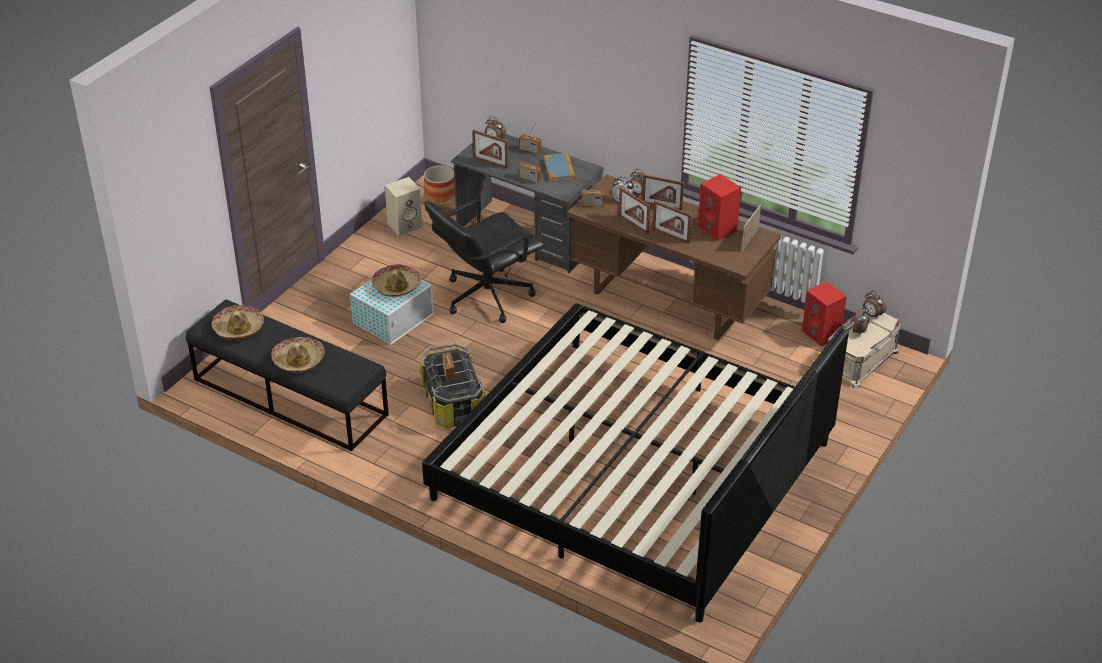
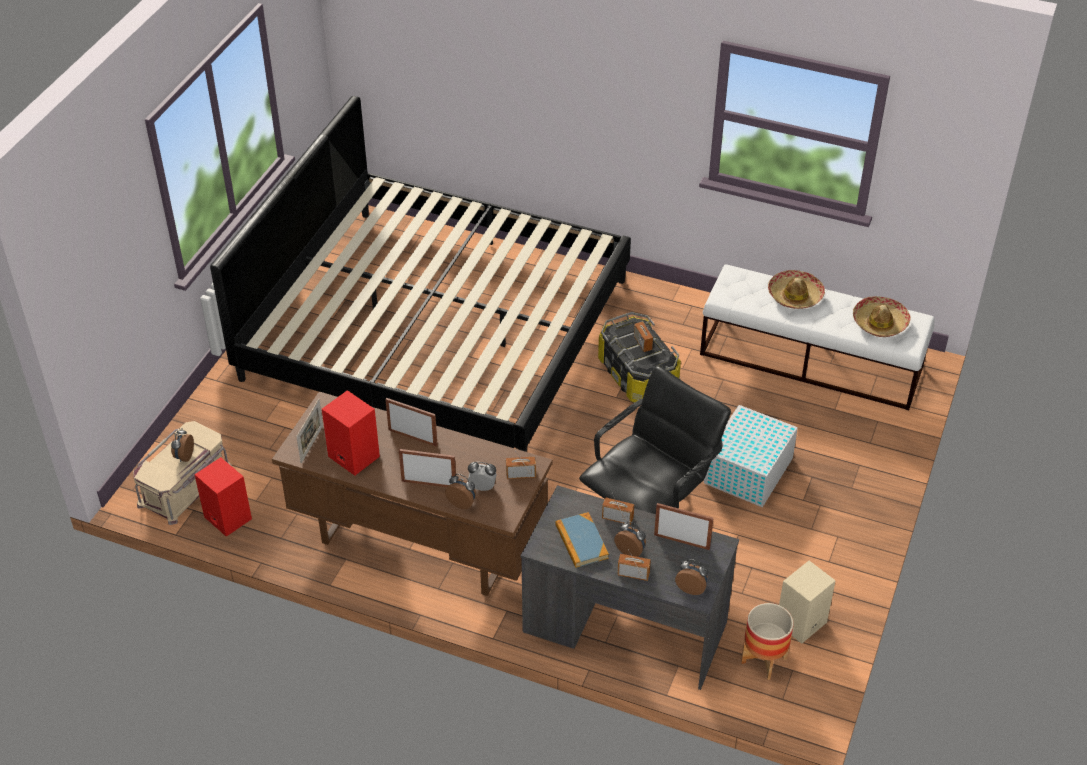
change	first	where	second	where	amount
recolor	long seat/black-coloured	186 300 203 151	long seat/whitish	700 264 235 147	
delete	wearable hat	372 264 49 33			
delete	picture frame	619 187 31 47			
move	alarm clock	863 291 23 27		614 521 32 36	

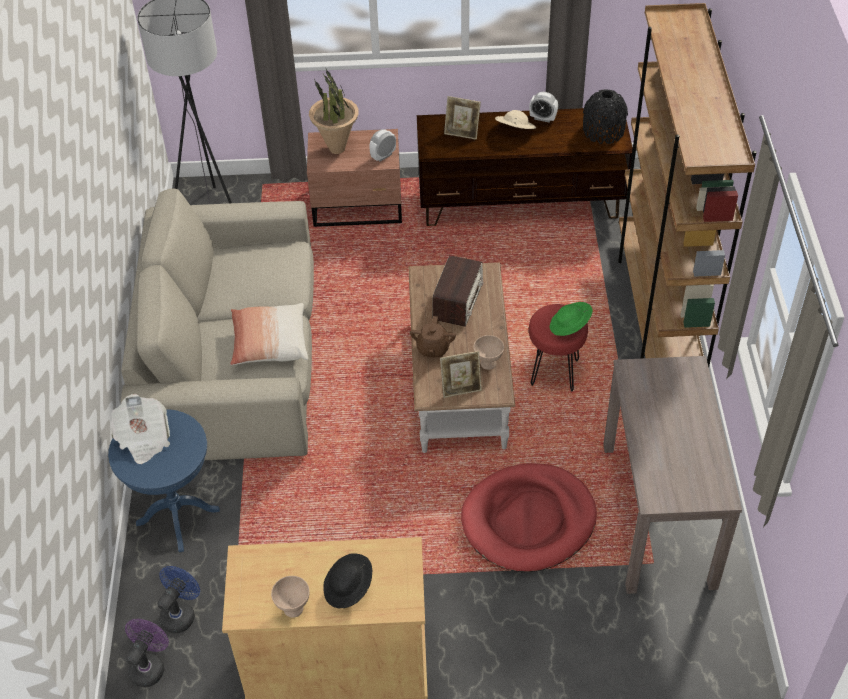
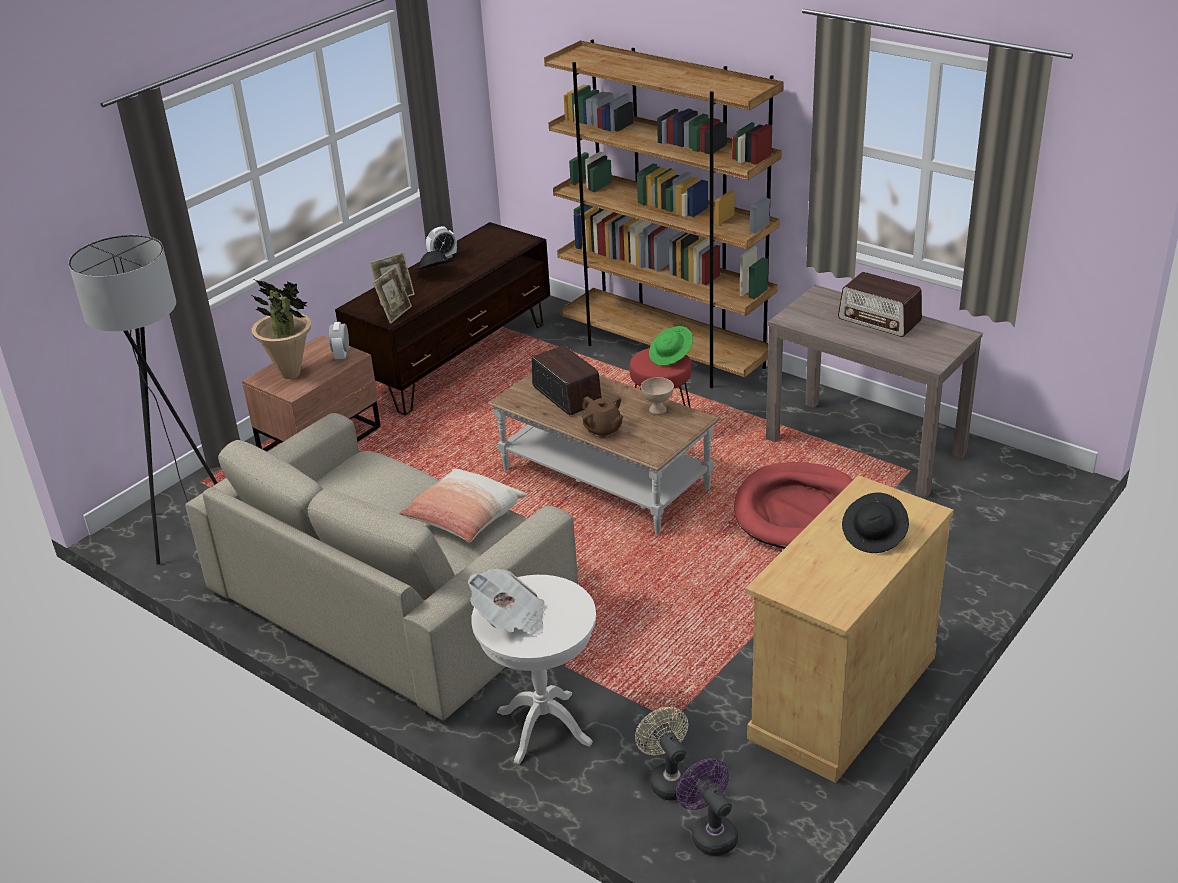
change	first	where	second	where	amount
recolor	accent table/bluish	108 409 112 143	accent table/whitish	471 575 125 190	
recolor	cooling fan/bluish	157 566 43 67	cooling fan/beige-coloured	635 707 57 94	
delete	deep dish/beige-coloured	271 576 39 42			
move	picture frame	440 351 42 47		373 266 39 58	
recolor	wearable hat/beige-coloured	495 110 41 19	wearable hat/black-coloured	412 251 44 19	
delete	flower vase/black-coloured	583 90 45 54			
insert			radio receiver	838 272 84 65	

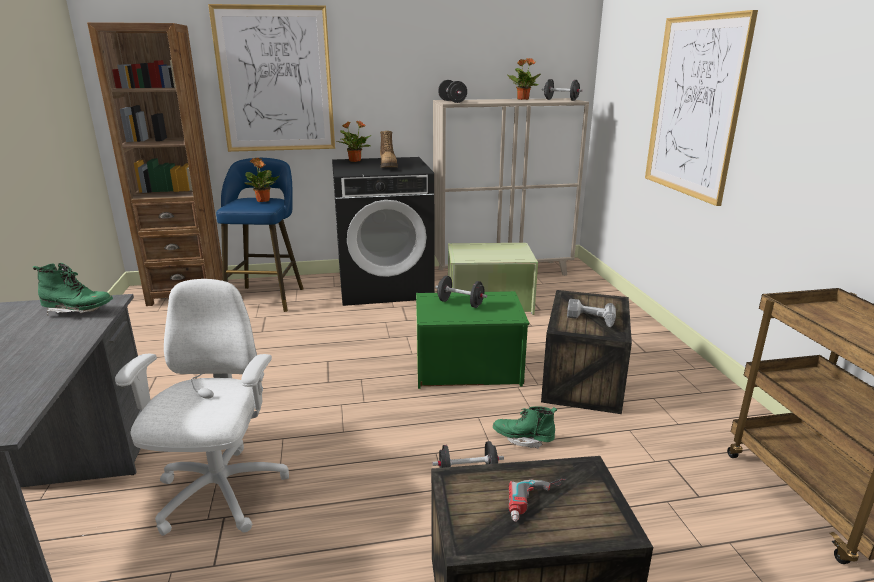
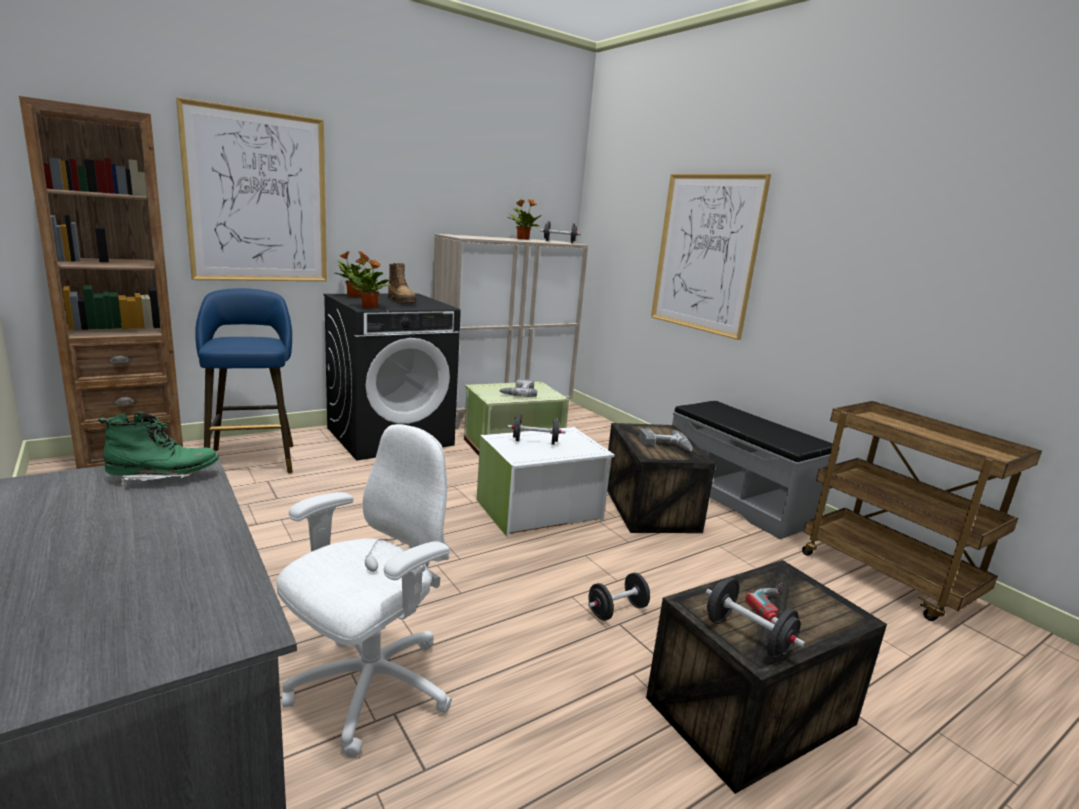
change	first	where	second	where	amount
rotate	computer chair/whitish	115 279 174 257		276 424 176 334	60 degrees clockwise
move	potted plant	244 158 35 44		348 257 42 51	
recolor	storage box/greenish	416 291 113 98	storage box/whitish	477 427 138 110	
move	free weight/black-coloured	438 80 29 23		706 577 99 82	
delete	tall boot/greenish	493 406 64 43			
insert			drill	499 379 38 18	
insert			long seat/gray	672 401 168 138	

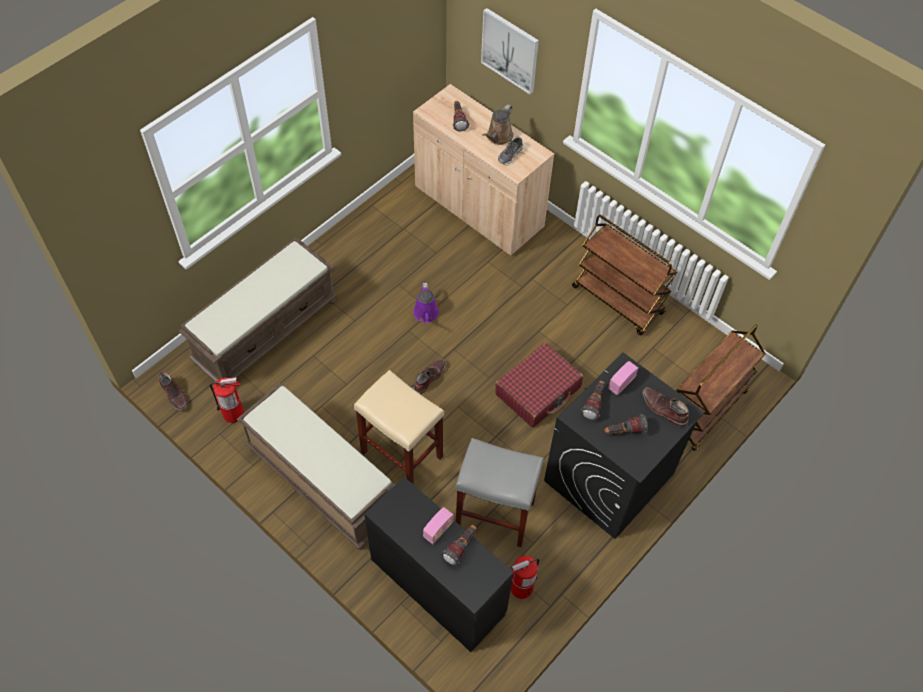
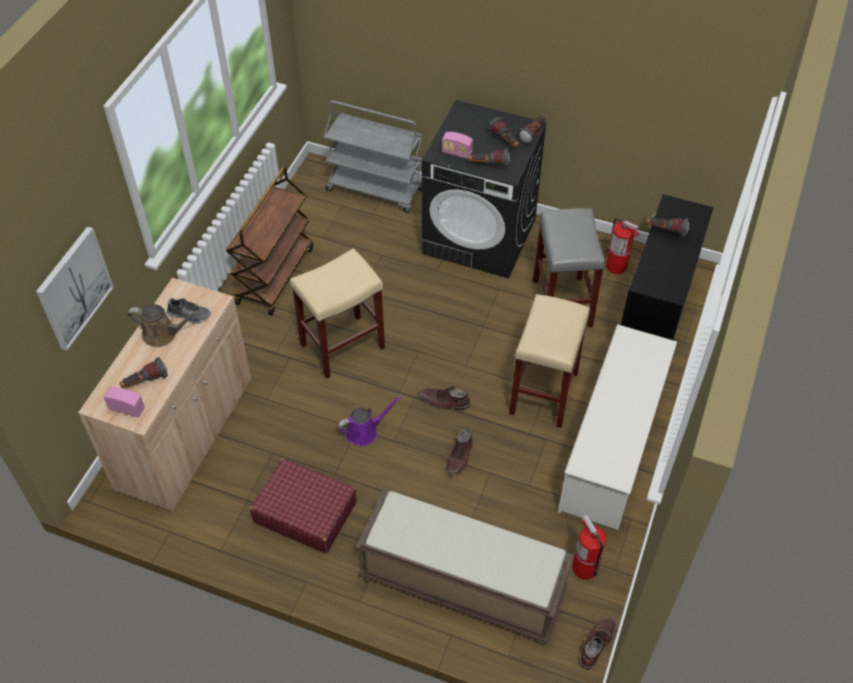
change	first	where	second	where	amount
replace	long seat/brown-coloured	237 383 158 167	shoe rack/whitish	558 324 119 206	
move	radio receiver	423 507 31 37		104 387 41 31	
move	suitcase/red-coloured	495 343 88 84		250 458 106 95	
move	tall boot/brown-coloured	642 387 47 40		445 427 28 49	
recolor	cart/brown-coloured	676 324 90 127	cart/gray	324 100 99 113	
insert			sitting stool/beige-coloured	290 248 95 131	
insert			hand torch	518 114 28 30	

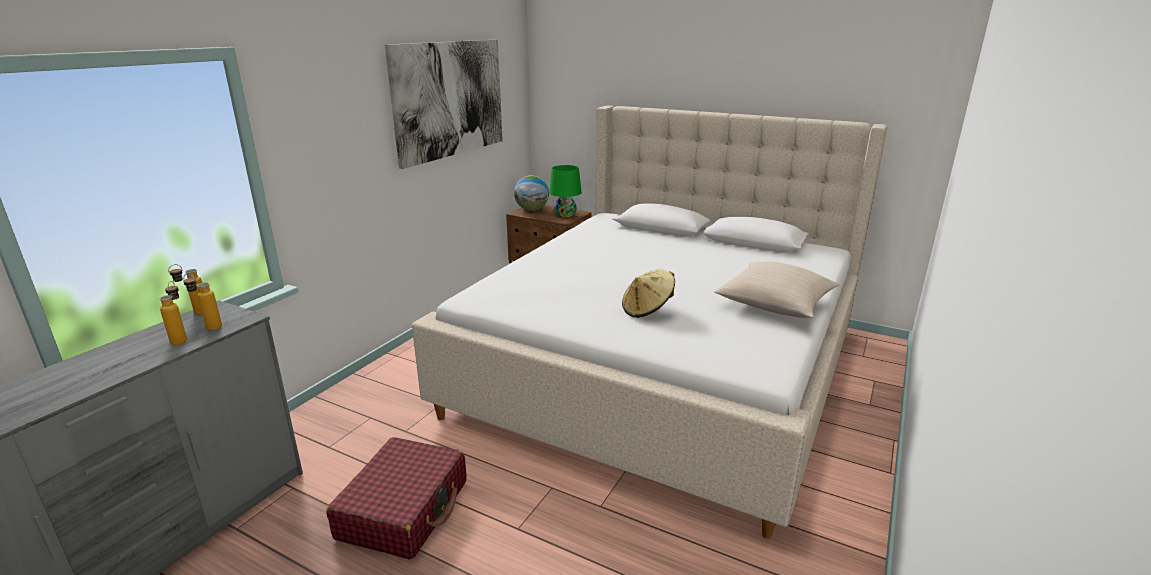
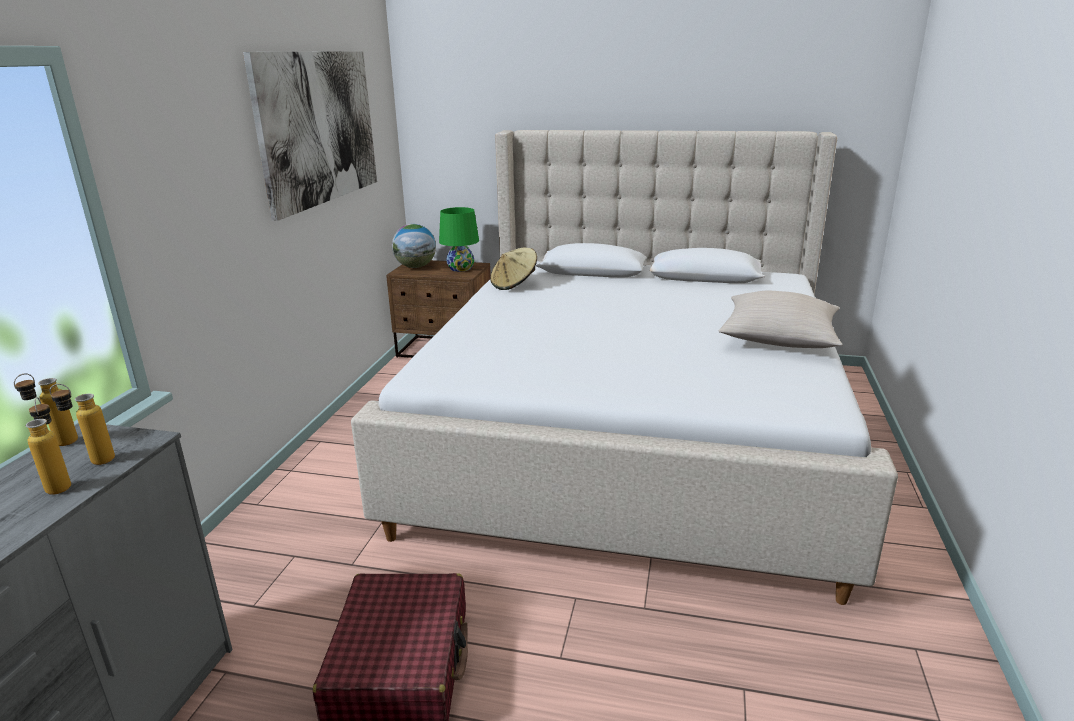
change	first	where	second	where	amount
move	wearable hat/beige-coloured	622 270 53 48		490 248 47 42	

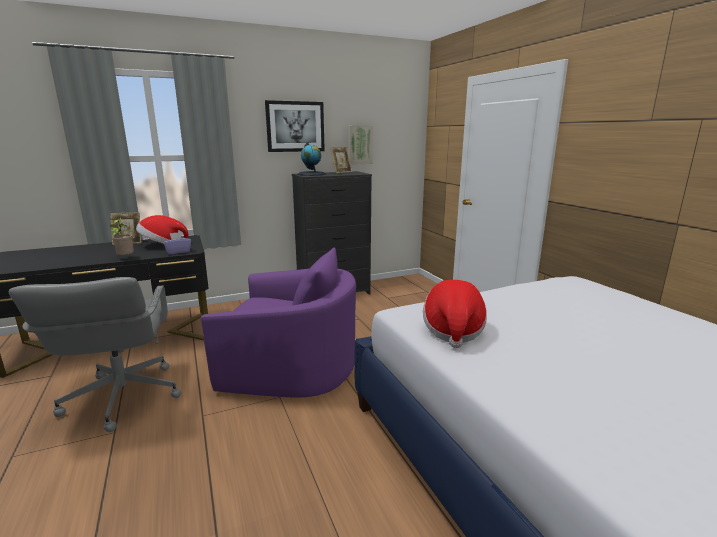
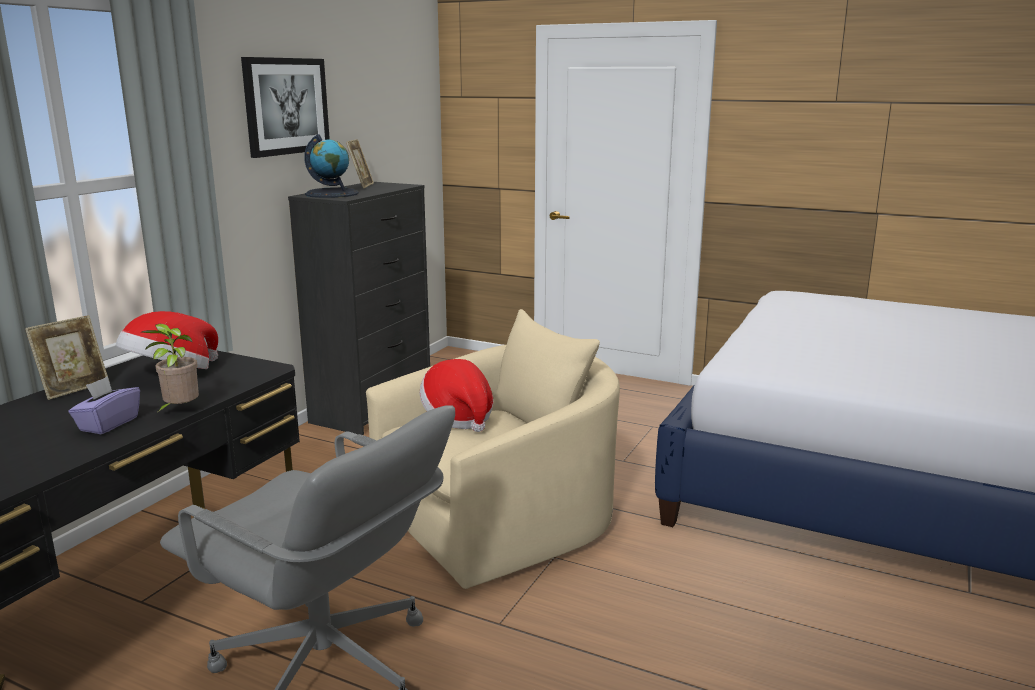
change	first	where	second	where	amount
move	tissue box/purple-coloured	163 232 28 22		68 376 72 58	
recolor	easy chair/purple-coloured	200 248 156 150	easy chair/beige-coloured	366 309 254 280	
delete	wall picture	348 125 25 40			
move	wearable hat	423 280 64 68		420 359 73 73	

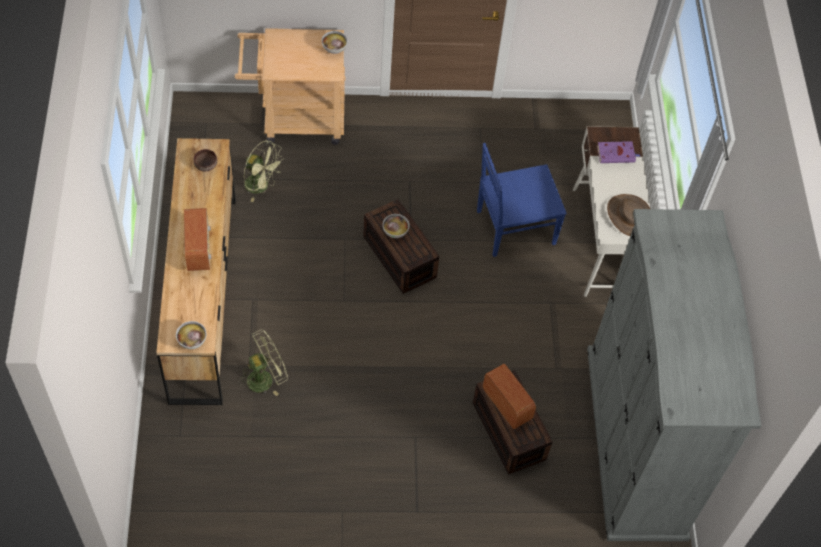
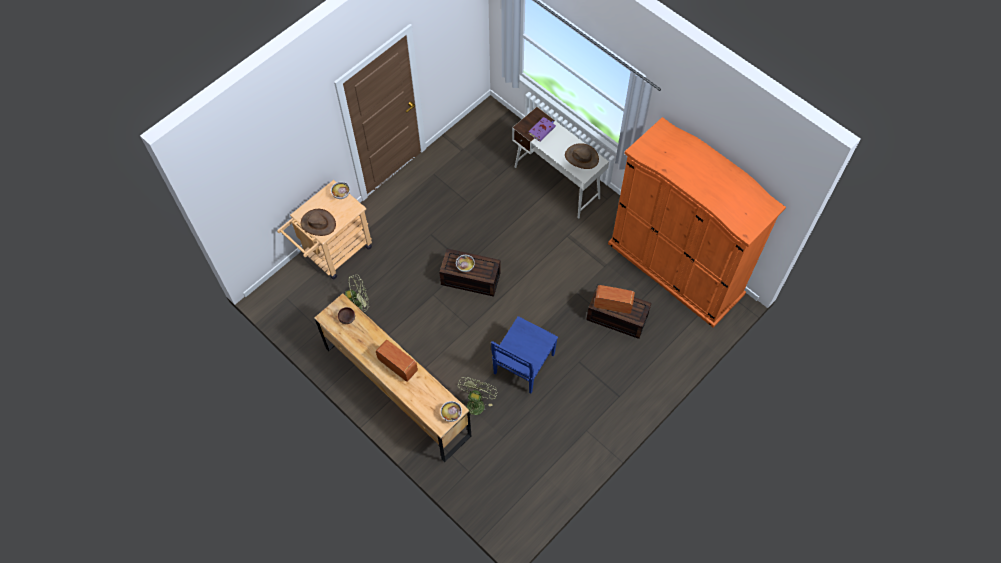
change	first	where	second	where	amount
move	chair/bluish	477 143 90 114		491 316 67 77	
recolor	wardrobe/gray	587 209 174 332	wardrobe/orange	608 117 178 210	
insert			wearable hat/brown-coloured	301 209 35 27	

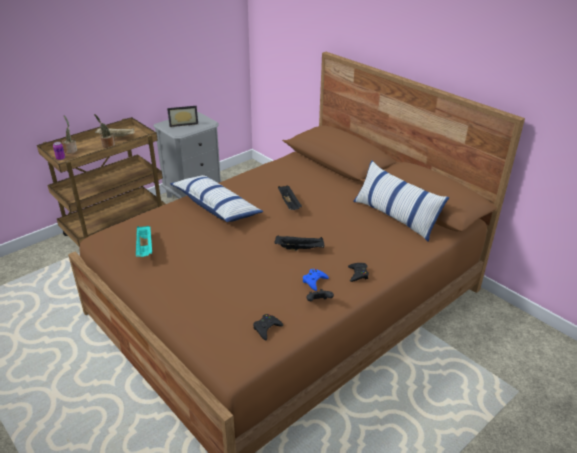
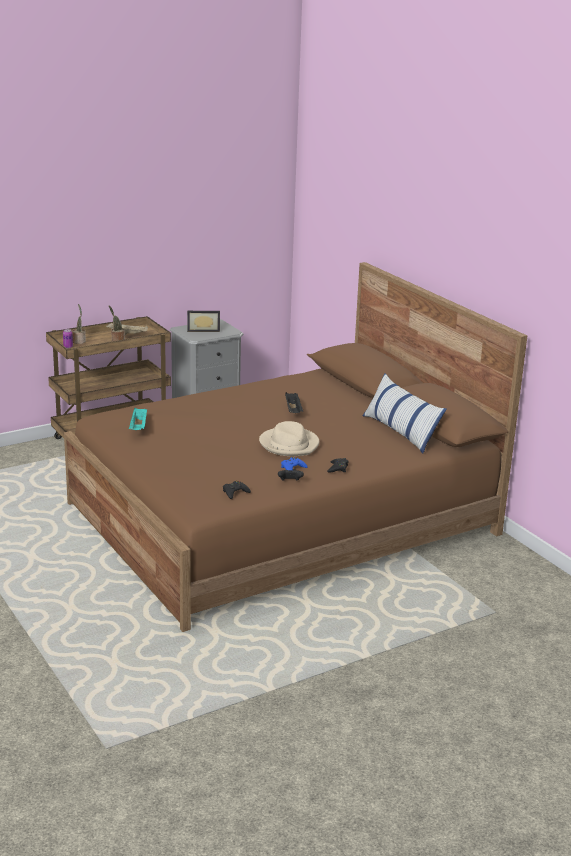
change	first	where	second	where	amount
delete	throw pillow	170 175 93 47			
replace	tray/black-coloured	275 236 49 15	wearable hat/beige-coloured	259 421 61 35	

